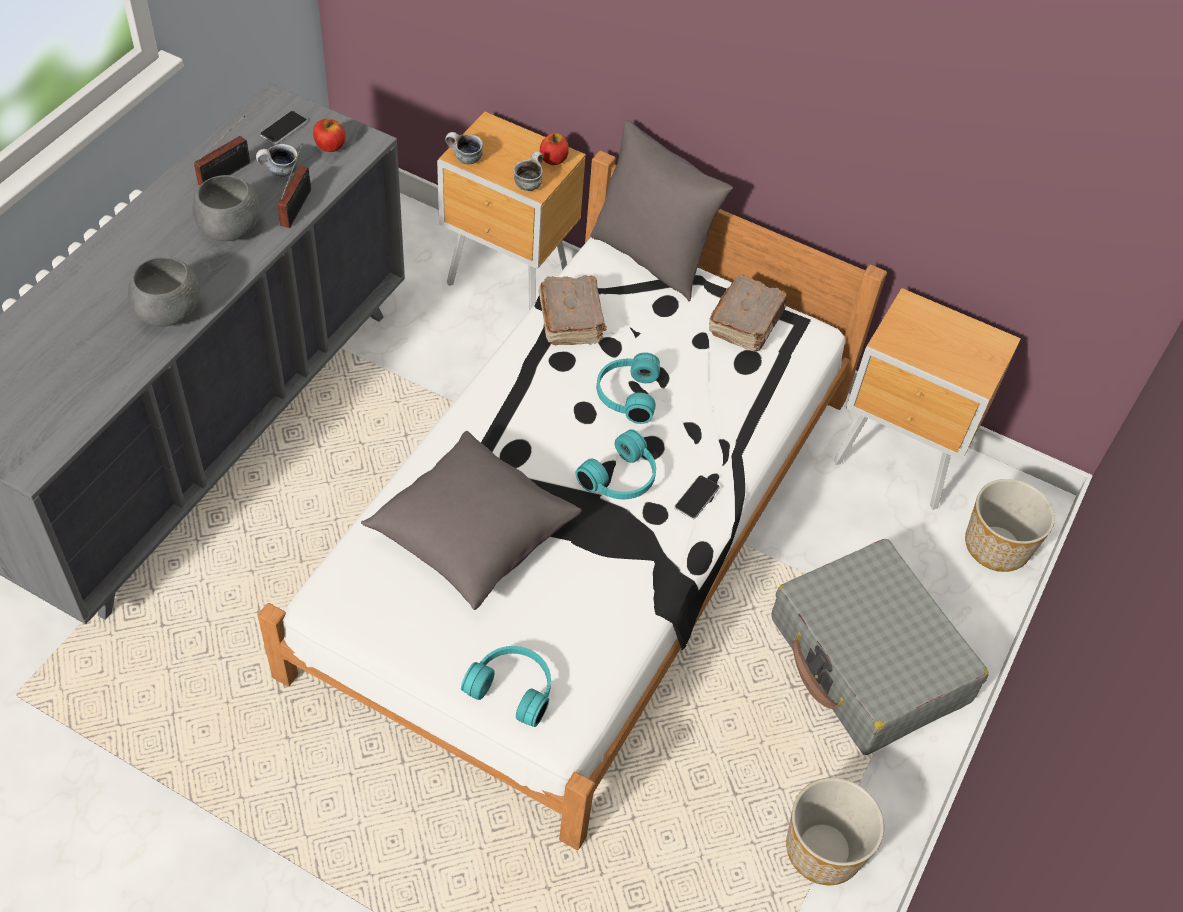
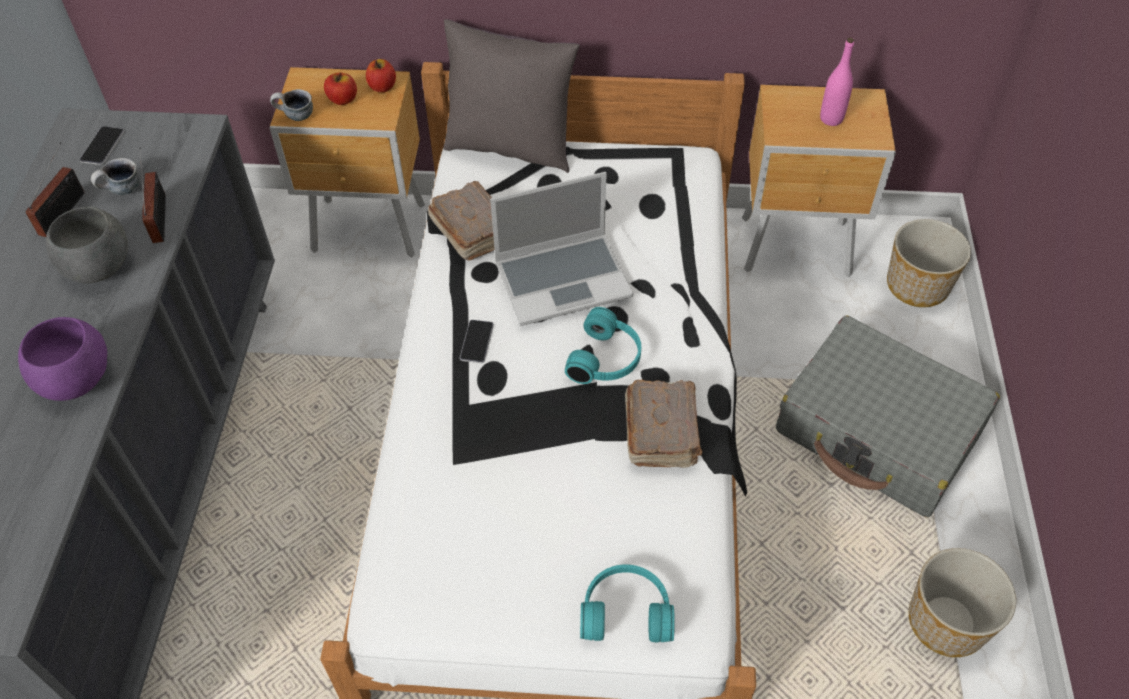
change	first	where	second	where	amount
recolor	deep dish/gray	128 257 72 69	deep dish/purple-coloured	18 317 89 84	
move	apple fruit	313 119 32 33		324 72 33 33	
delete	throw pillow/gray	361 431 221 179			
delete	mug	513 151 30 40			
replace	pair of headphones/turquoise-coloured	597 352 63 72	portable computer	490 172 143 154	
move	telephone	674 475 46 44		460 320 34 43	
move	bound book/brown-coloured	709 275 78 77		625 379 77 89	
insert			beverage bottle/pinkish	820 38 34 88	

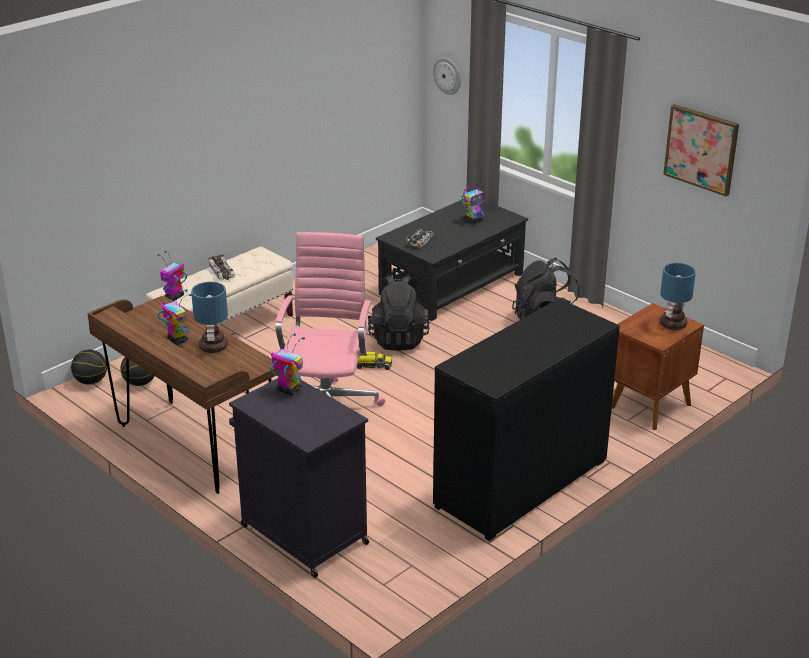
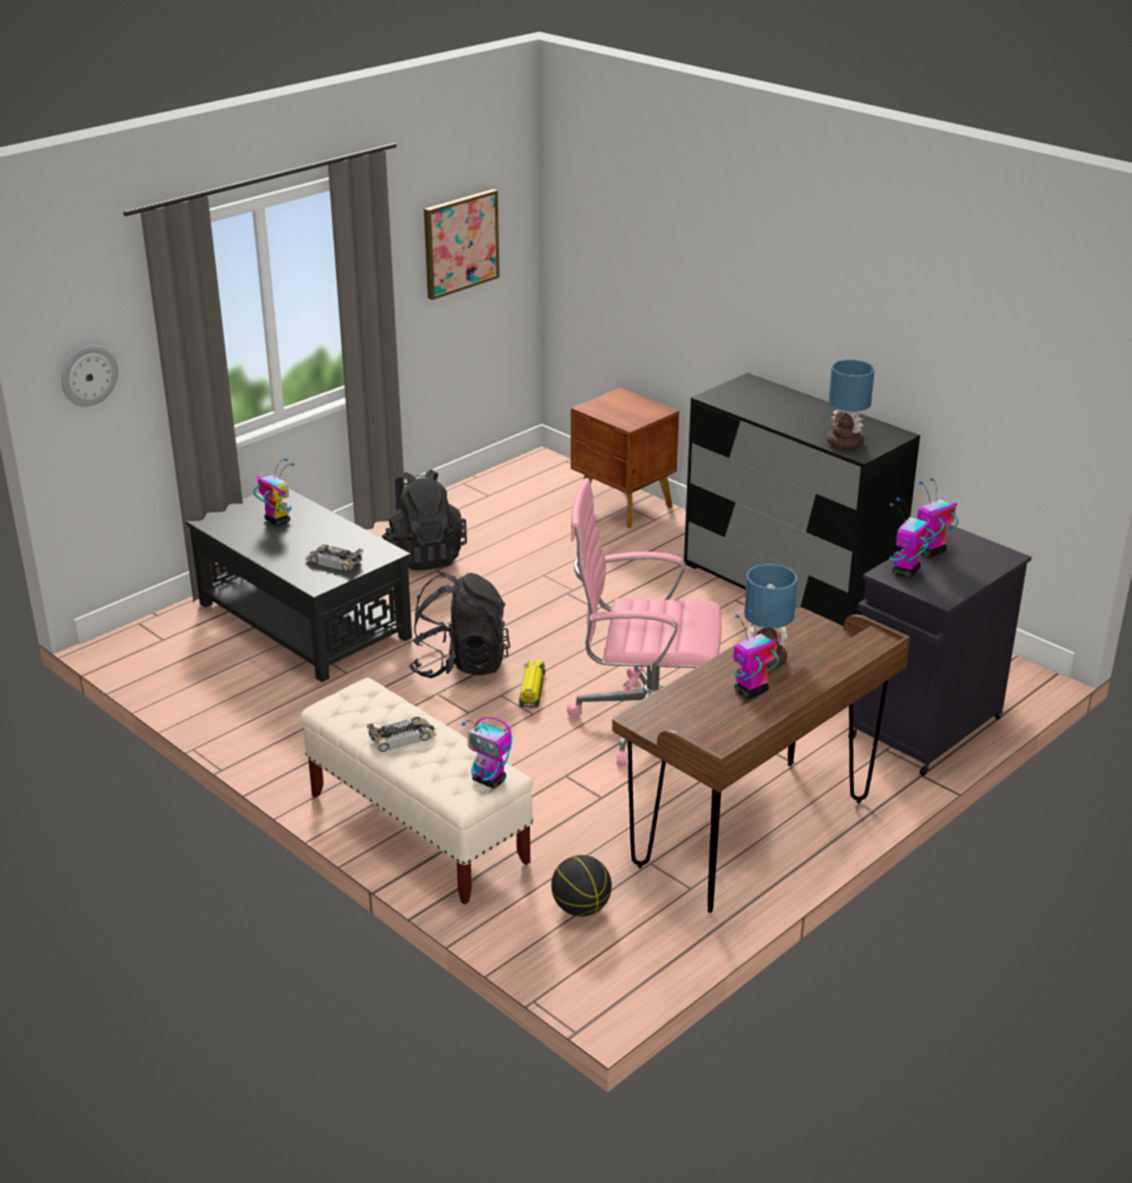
change	first	where	second	where	amount
delete	ball for basketball	71 350 36 35			
move	tabletop lamp	660 263 36 67		827 359 48 91	
insert			toy robot	917 478 42 80	

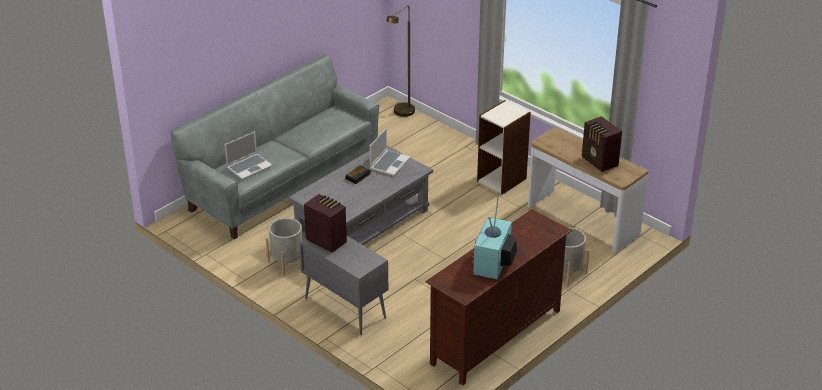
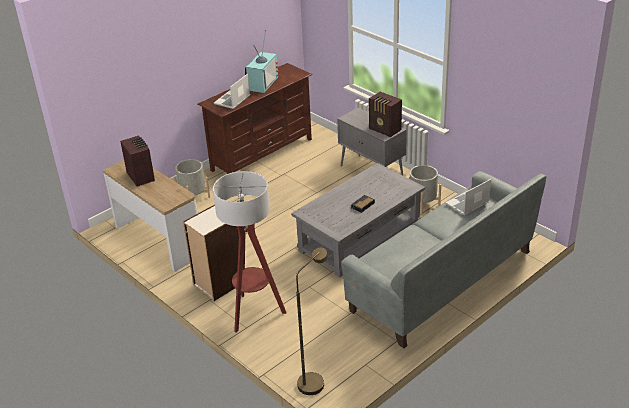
change	first	where	second	where	amount
move	portable computer	370 128 40 48		214 74 36 35	
insert			floor lamp	213 171 73 162	

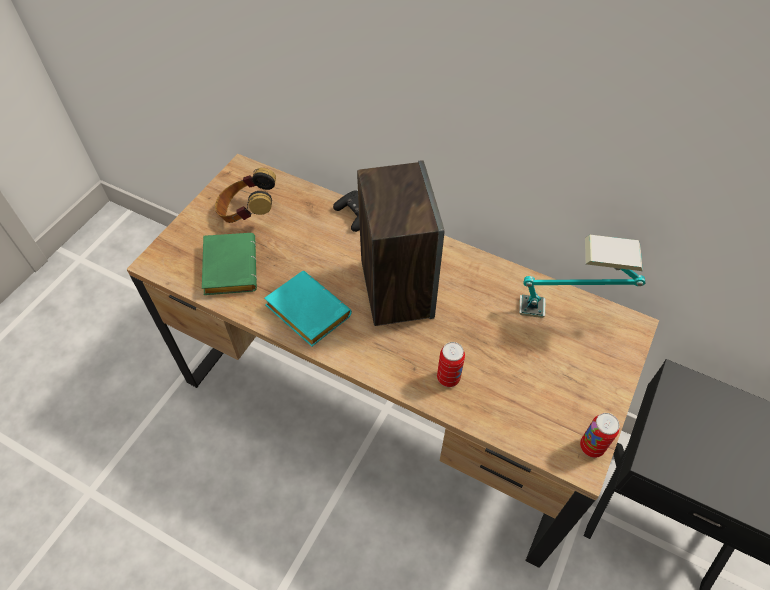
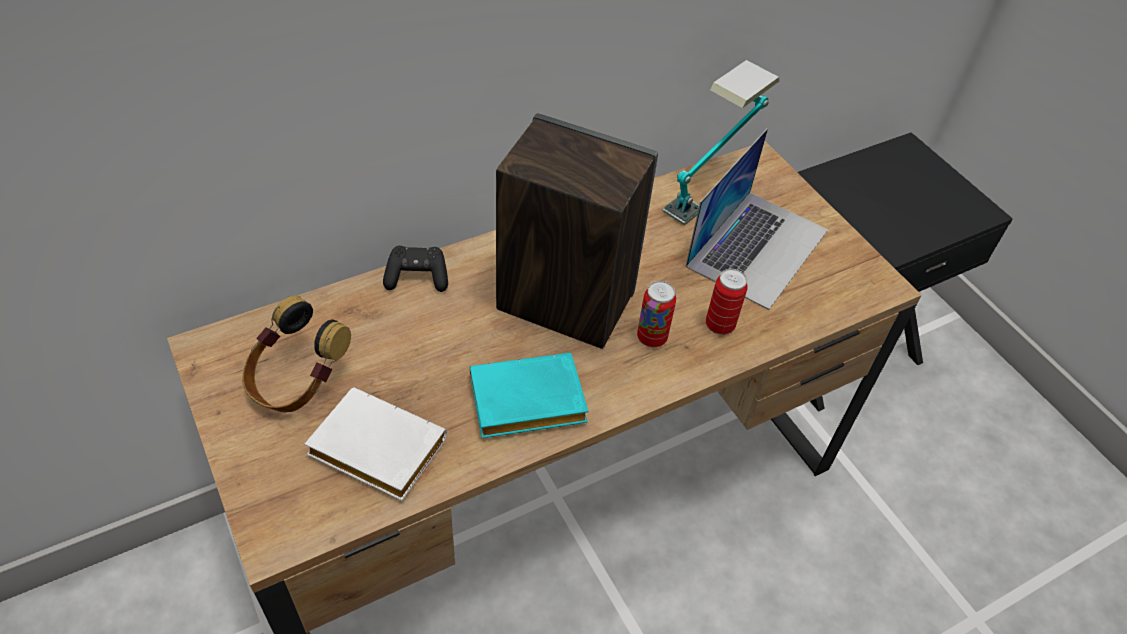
change	first	where	second	where	amount
recolor	bound book/greenish	202 233 55 62	bound book/whitish	304 387 143 114	
move	metal can	580 413 39 45		637 281 39 67	
insert			portable computer	685 128 143 182	

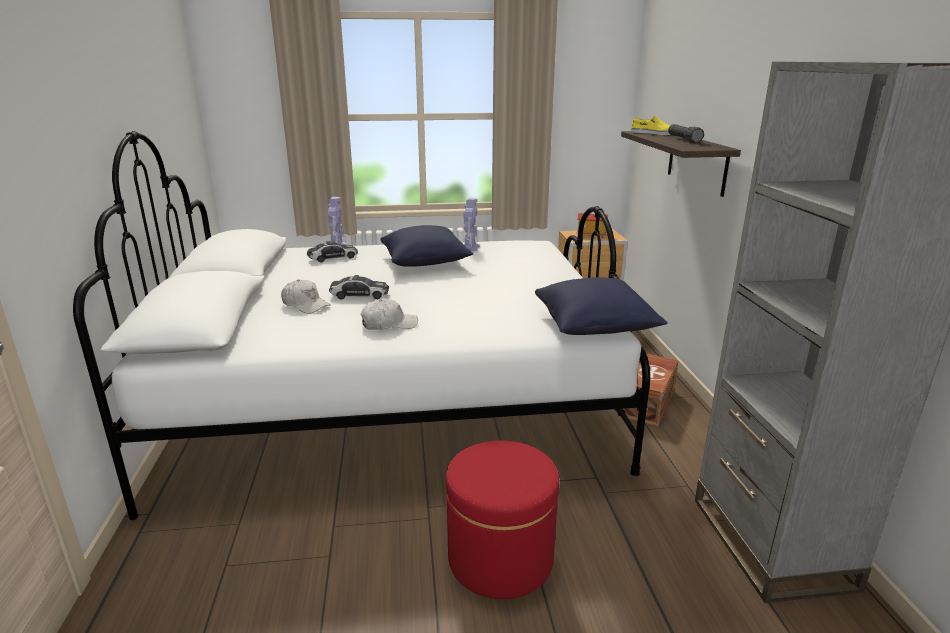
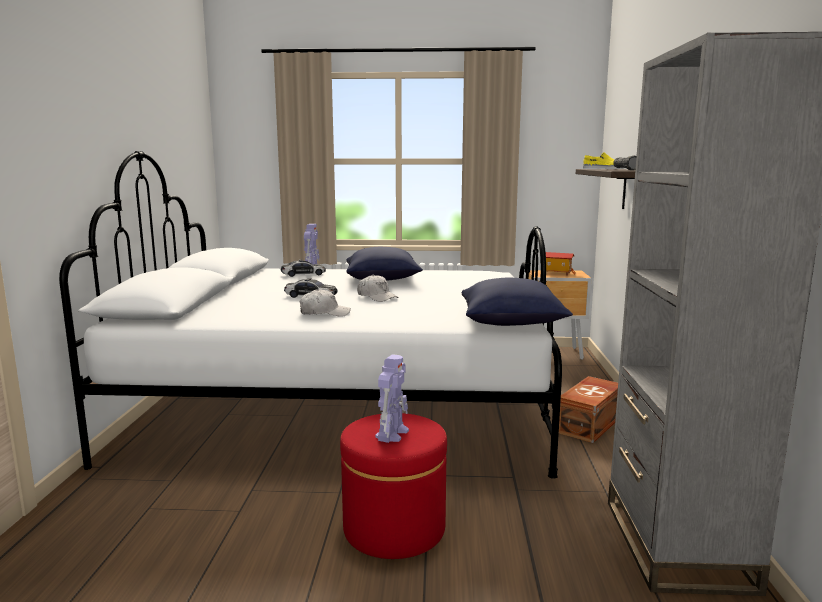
change	first	where	second	where	amount
move	baseball cap/whitish	281 279 49 35		357 275 42 27	
move	toy robot	463 198 17 53		375 354 34 89	

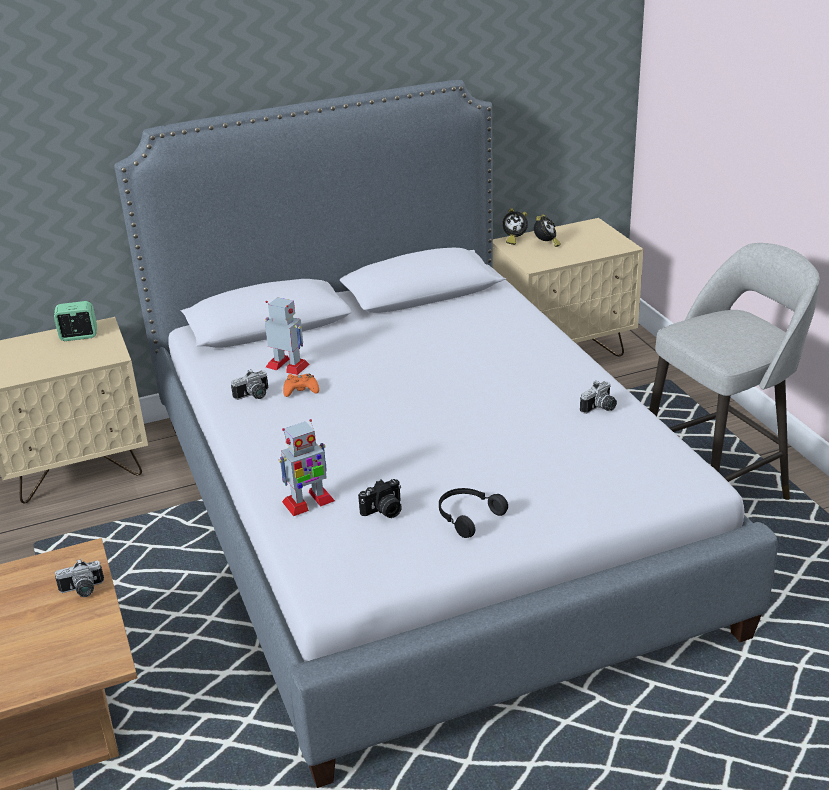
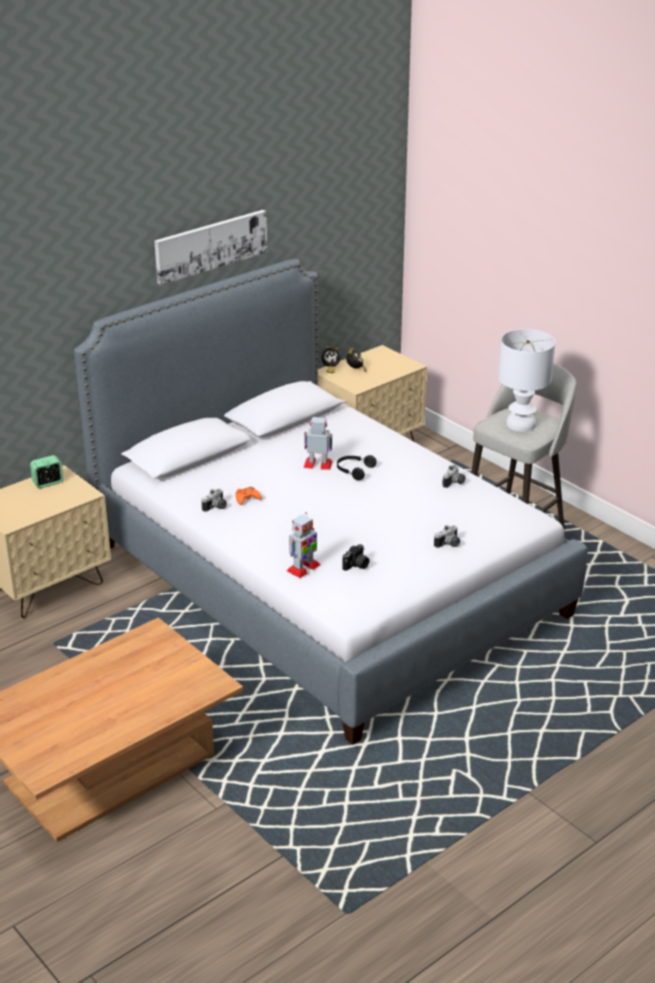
change	first	where	second	where	amount
move	photo camera	55 559 49 38		434 525 27 23	
move	toy robot	265 297 45 78		303 417 30 53	
move	pair of headphones/black-coloured	439 488 69 50		337 455 39 25	
insert			wall picture	154 210 113 75	
insert			tabletop lamp/whitish	498 329 57 103	

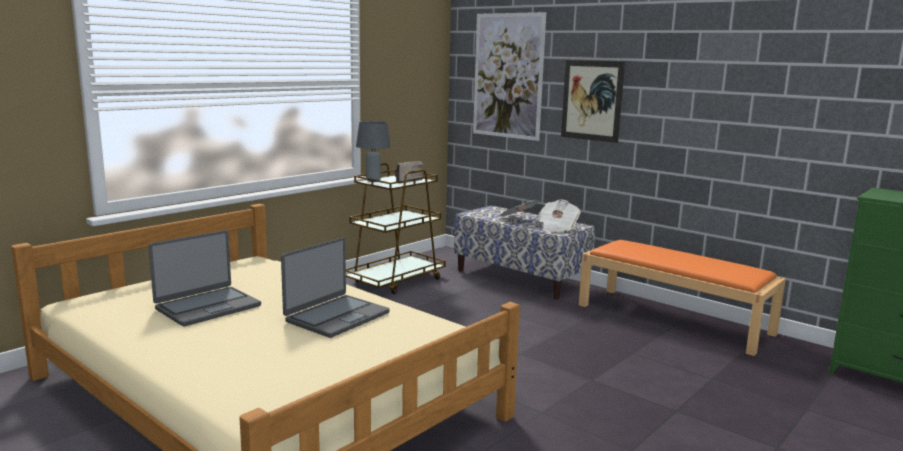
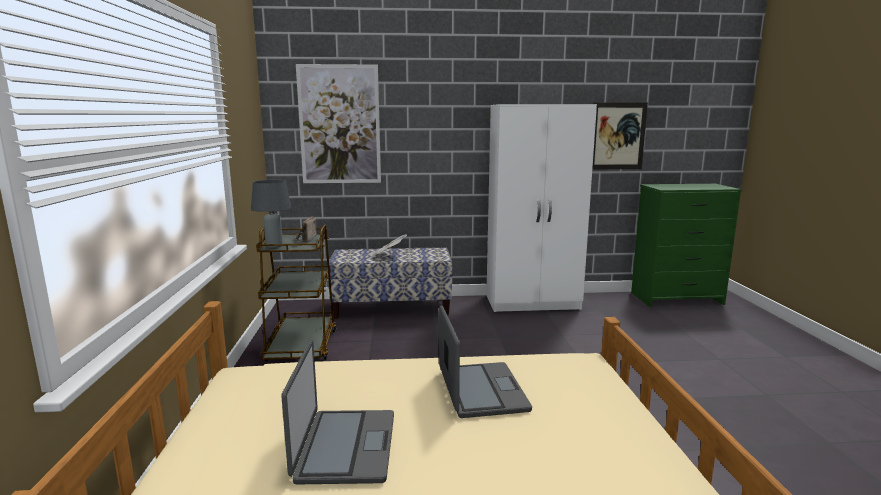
change	first	where	second	where	amount
delete	printed paper	538 200 43 32			
move	wall picture	561 60 64 83		592 103 56 66	
replace	long seat/orange	579 240 207 116	wardrobe/whitish	486 104 111 208	

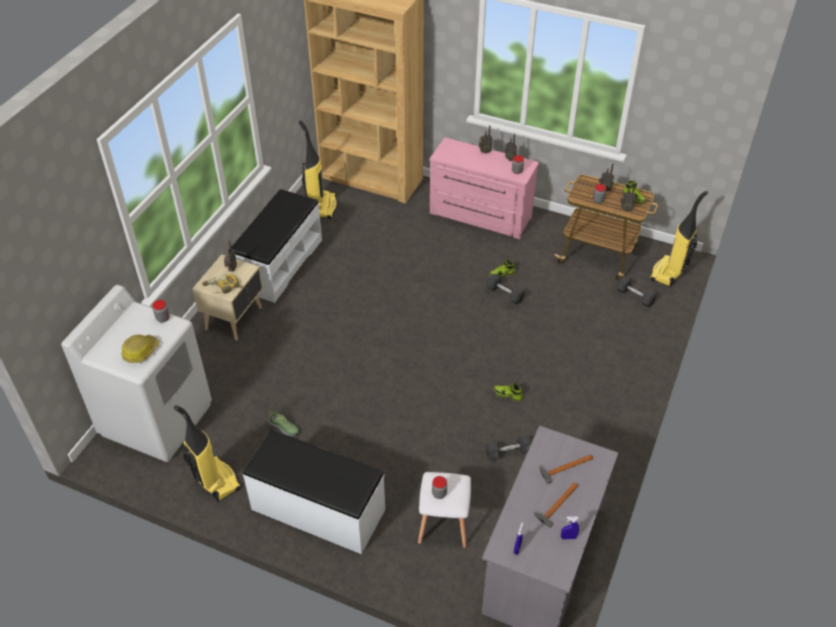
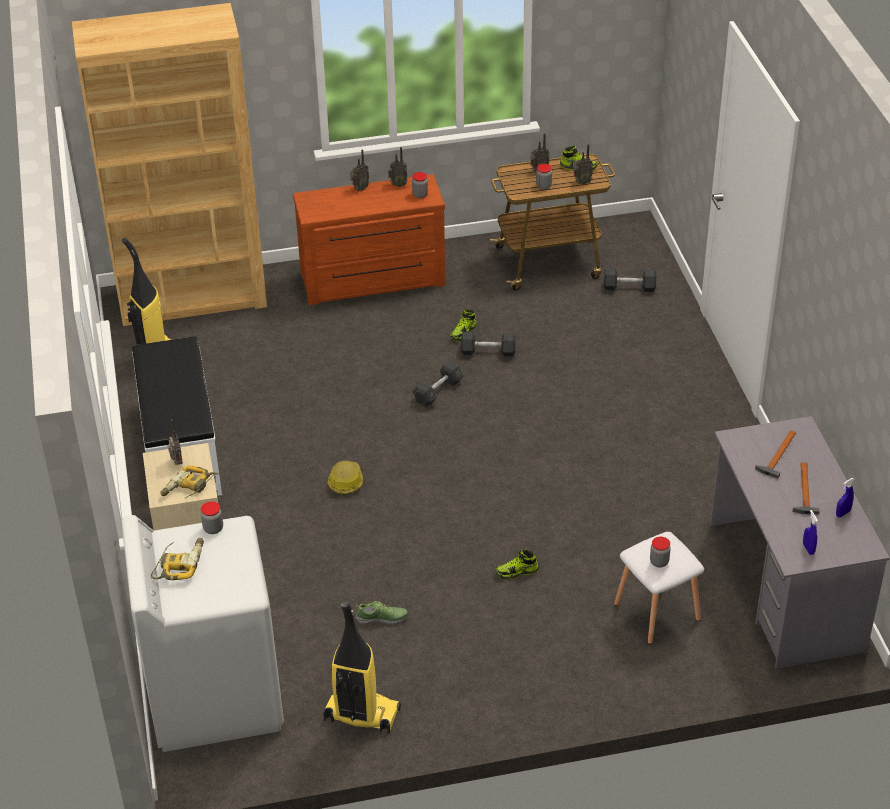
change	first	where	second	where	amount
move	work helmet	121 335 39 28		328 461 35 34	
delete	long seat/whitish	243 430 142 124			
recolor	drawer chest/pinkish	430 138 109 101	drawer chest/brown-coloured	293 174 153 131	
move	free weight/gray	485 435 47 26		413 361 50 46	
move	low shoe	493 383 30 19		495 549 44 31	
delete	vacuum	650 190 58 97			
insert			drill	151 538 53 42	

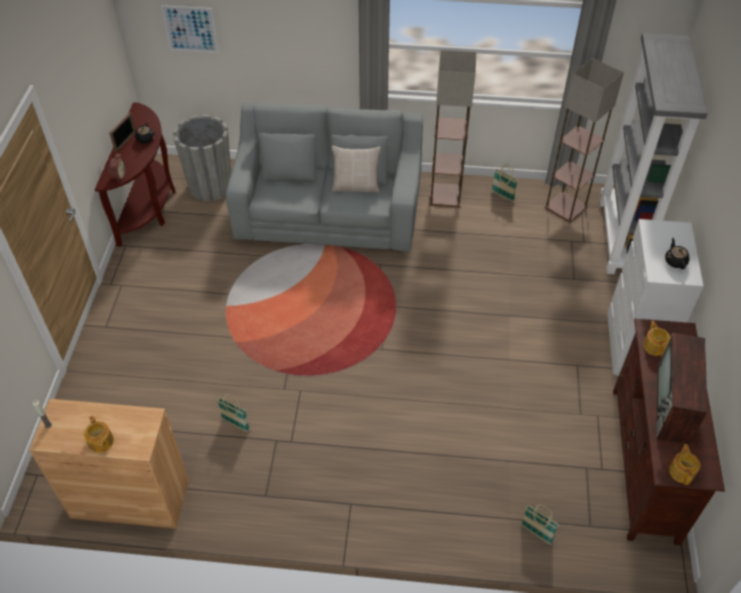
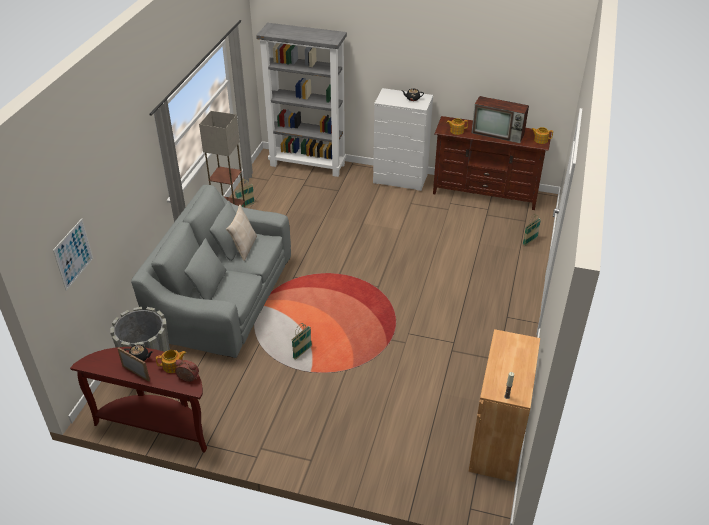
change	first	where	second	where	amount
move	tea pot	84 416 30 37		156 350 30 23	
move	household basket	217 394 33 38		292 323 20 37	
delete	floor lamp	545 58 79 165			

